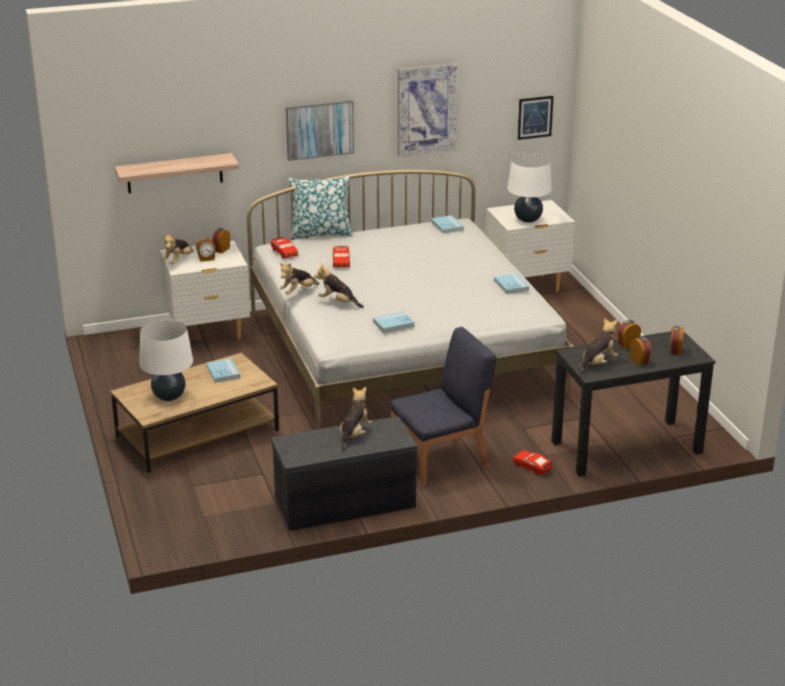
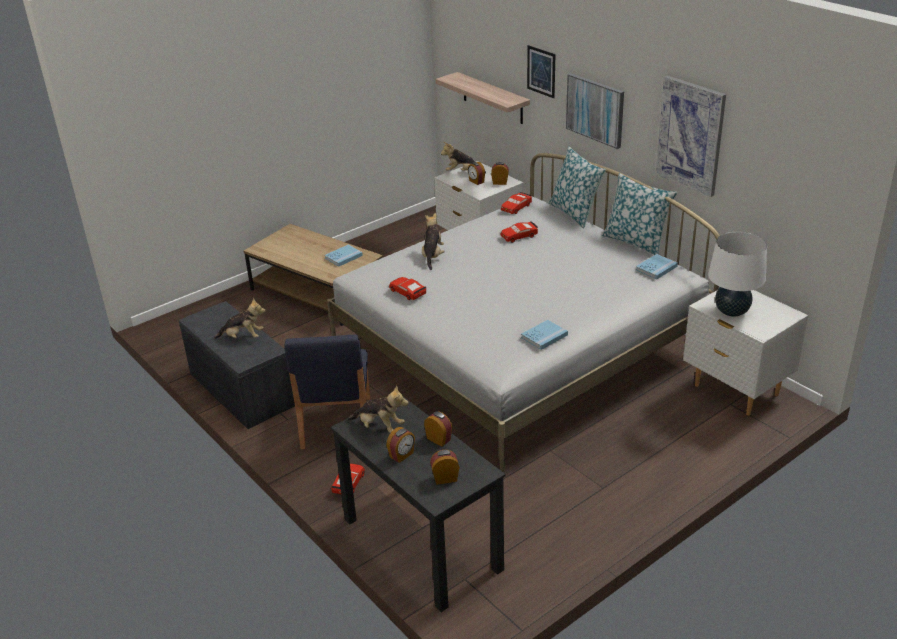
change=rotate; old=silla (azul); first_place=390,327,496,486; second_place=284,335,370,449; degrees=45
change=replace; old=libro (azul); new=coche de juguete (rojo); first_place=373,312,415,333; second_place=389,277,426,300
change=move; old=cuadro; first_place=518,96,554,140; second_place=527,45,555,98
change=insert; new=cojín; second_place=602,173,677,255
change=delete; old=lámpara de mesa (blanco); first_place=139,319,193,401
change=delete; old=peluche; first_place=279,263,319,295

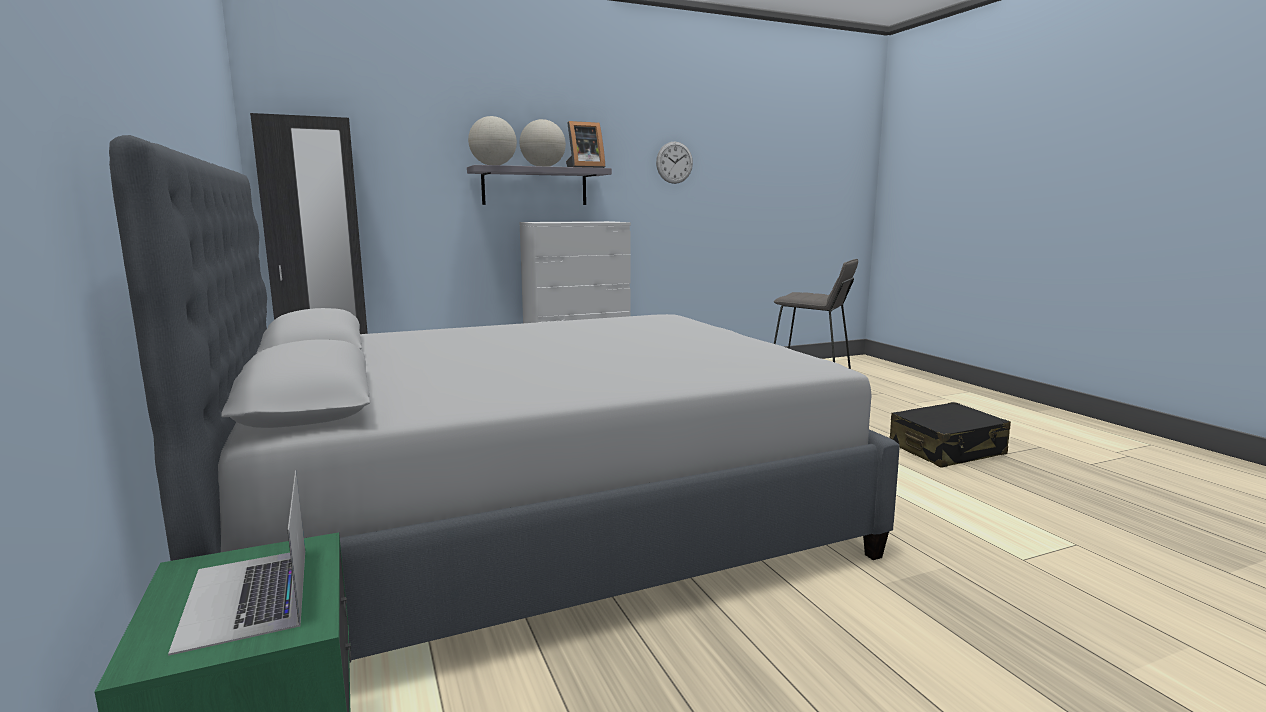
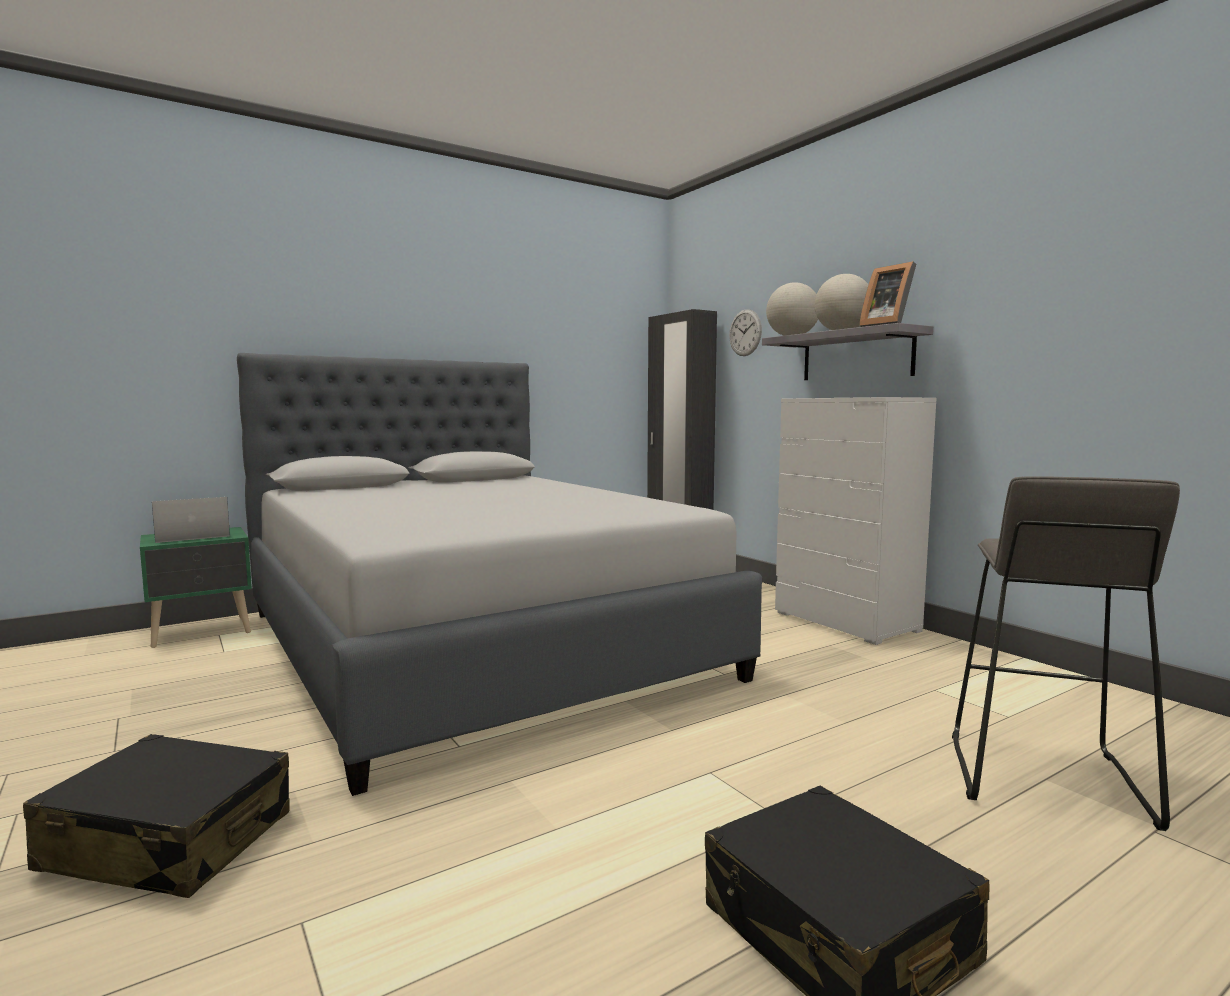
change=insert; new=maleta (negro); second_place=23,734,290,898
change=move; old=reloj de pared; first_place=656,142,693,184; second_place=729,309,762,356

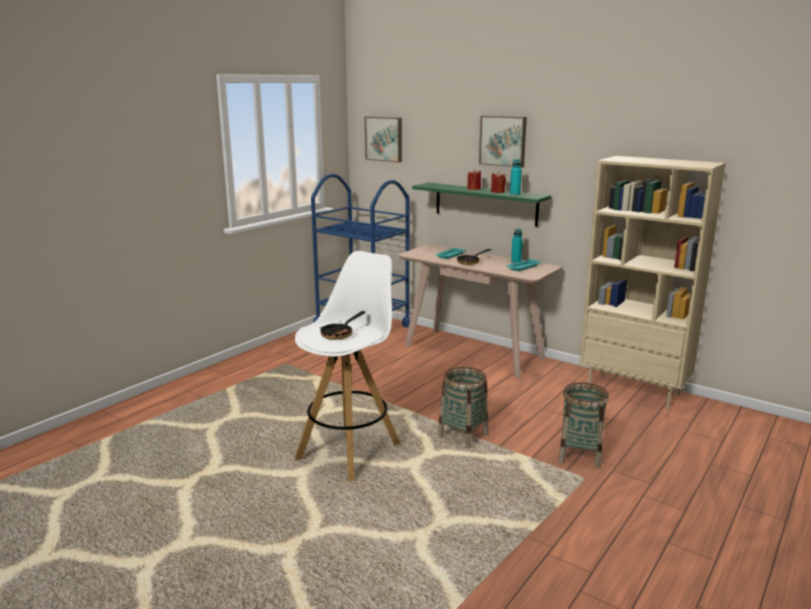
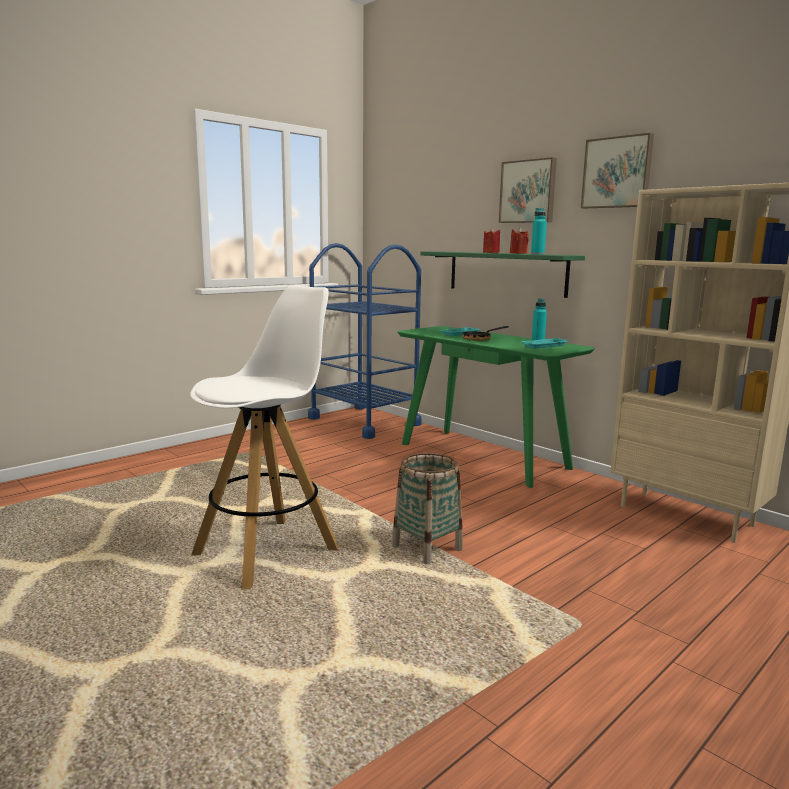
change=recolor; old=mesa consola (beis); new=mesa consola (verde); first_place=398,245,561,378; second_place=397,326,595,488
change=move; old=cuadro; first_place=365,117,402,163; second_place=581,133,654,208
change=delete; old=sartén; first_place=320,311,365,340
change=delete; old=cesta; first_place=558,382,609,468

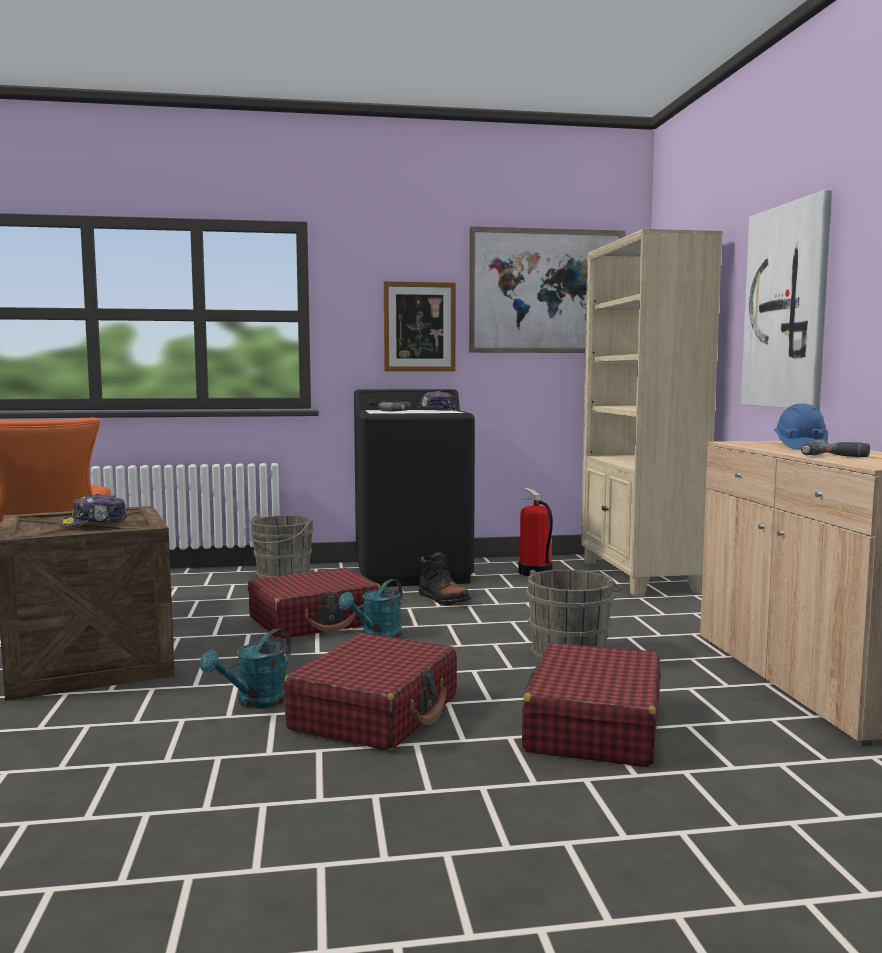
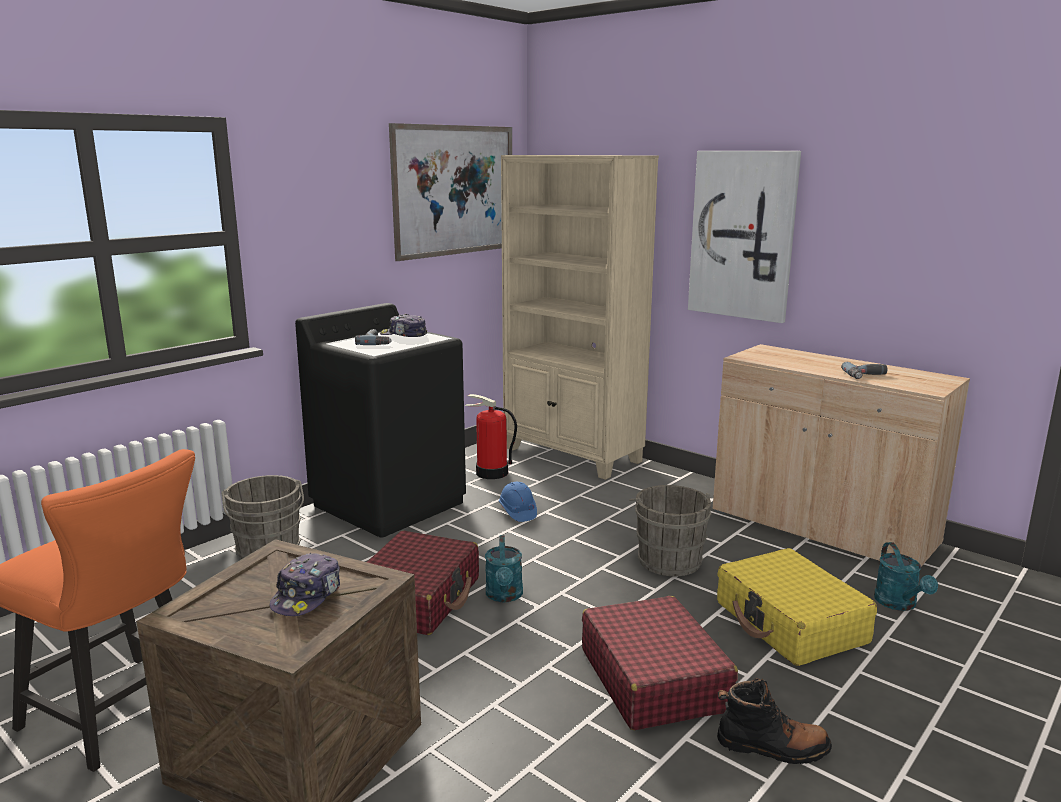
change=move; old=casco (azul); first_place=774,404,828,449; second_place=499,482,537,522
change=recolor; old=maleta (rojo); new=maleta (amarillo); first_place=522,643,661,767; second_place=717,548,877,666
change=move; old=bota (negro); first_place=418,552,471,605; second_place=717,678,832,764
change=move; old=regadera (turquesa); first_place=200,629,291,709; second_place=874,542,938,611
change=delete; old=cuadro; first_place=384,281,456,371

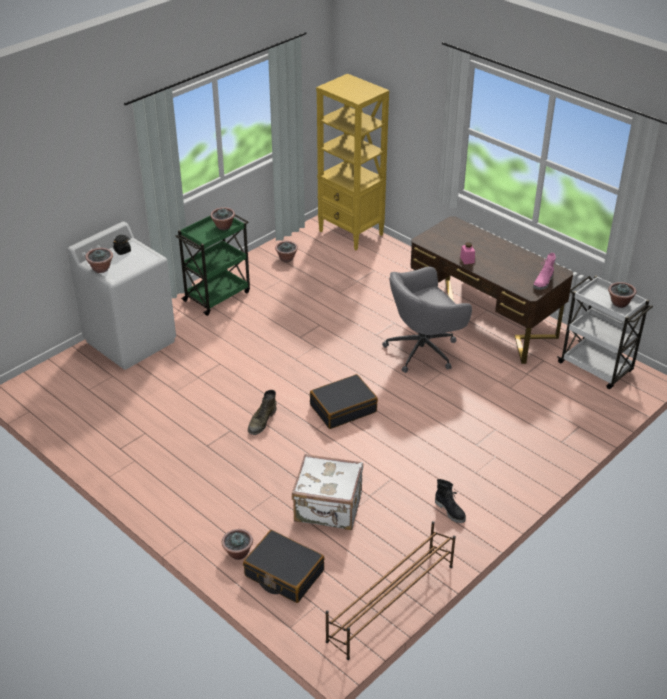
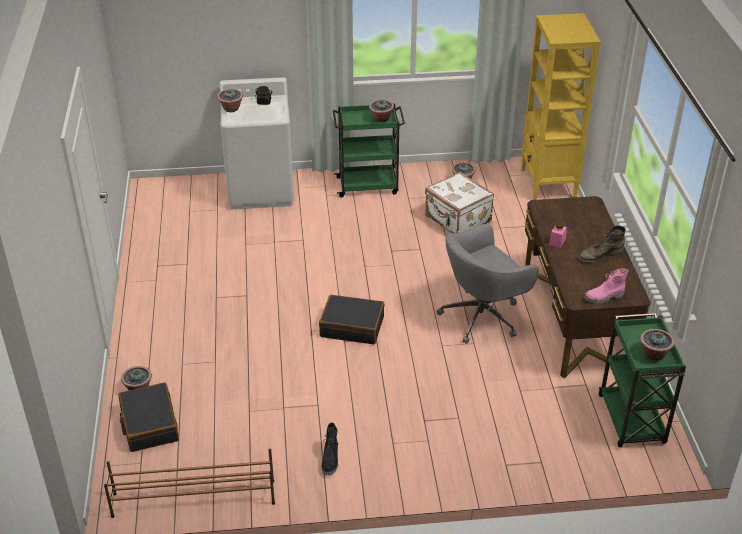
change=move; old=maleta (blanco); first_place=292,454,363,530; second_place=425,172,494,233
change=rotate; old=silla de oficina (gris); first_place=382,266,472,373; second_place=436,224,539,344; degrees=-45
change=move; old=bota (verde); first_place=248,390,276,435; second_place=578,226,626,263
change=recolor; old=carrito (blanco); new=carrito (verde); first_place=557,276,653,389; second_place=599,313,686,447

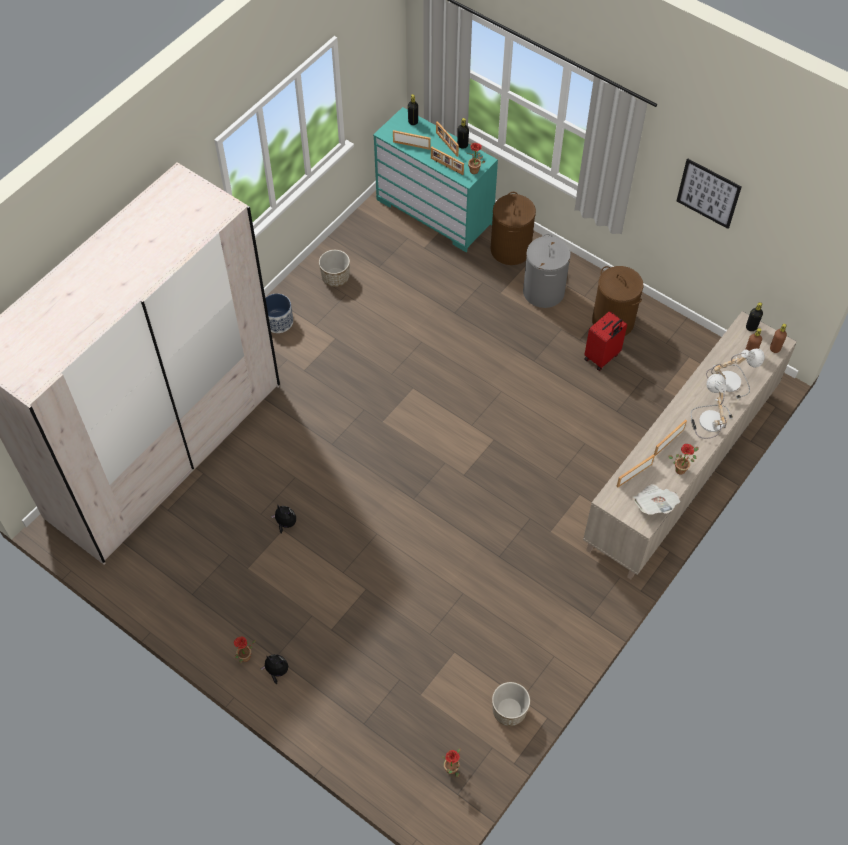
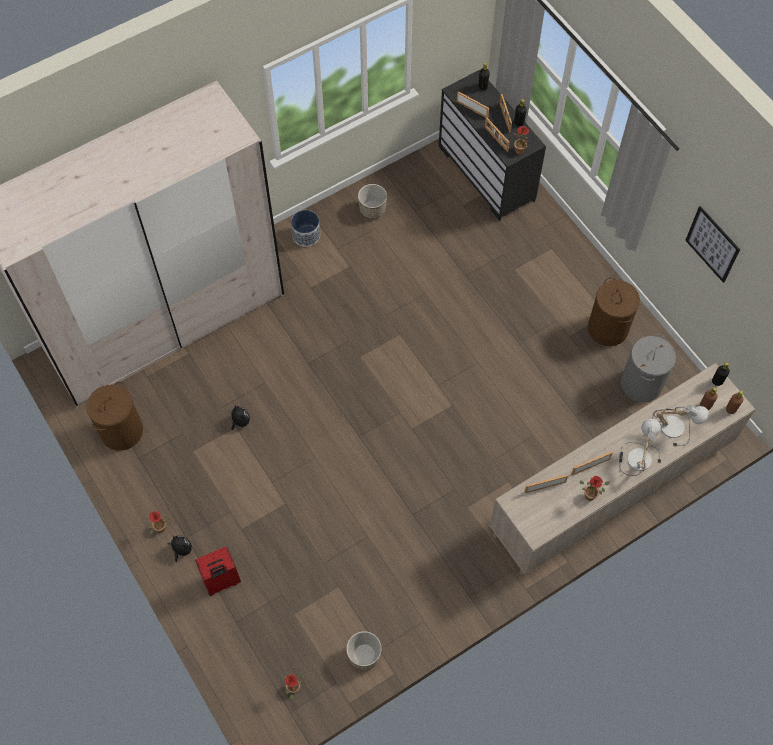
change=move; old=cesto de la ropa (marrón); first_place=491,192,536,265; second_place=86,382,143,451
change=move; old=maleta (rojo); first_place=584,311,627,371; second_place=195,546,241,596
change=recolor; old=cómoda (turquesa); new=cómoda (negro); first_place=373,107,498,252; second_place=439,70,546,221
change=move; old=cesto de la ropa (gris); first_place=523,234,571,308; second_place=621,334,676,402
change=delete; old=periódico; first_place=633,484,680,515

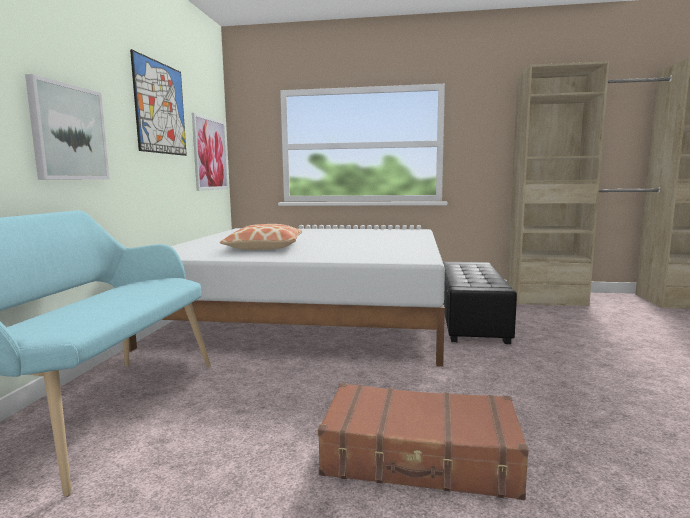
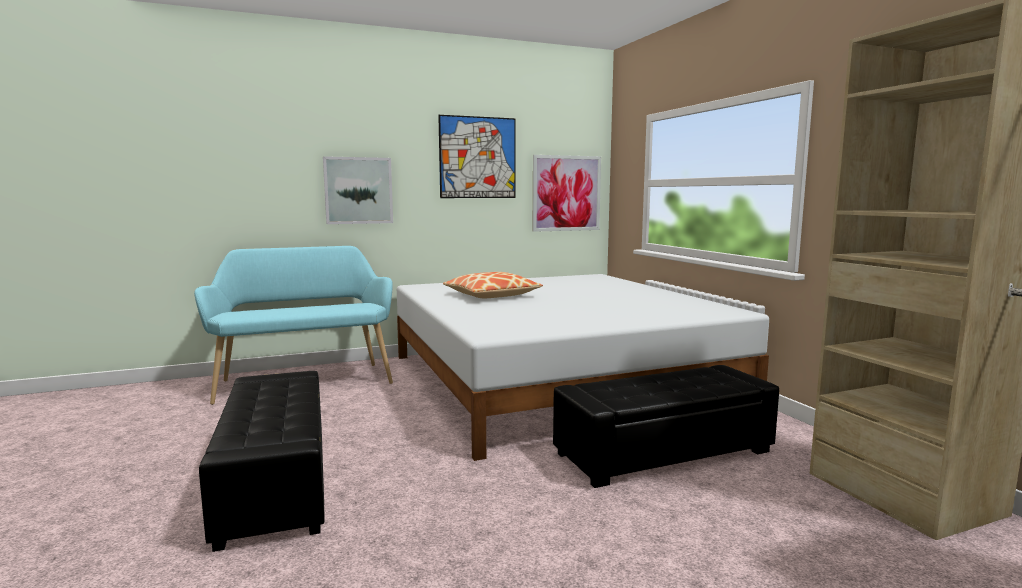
change=replace; old=maleta (marrón); new=puf (negro); first_place=318,383,529,500; second_place=199,371,324,552

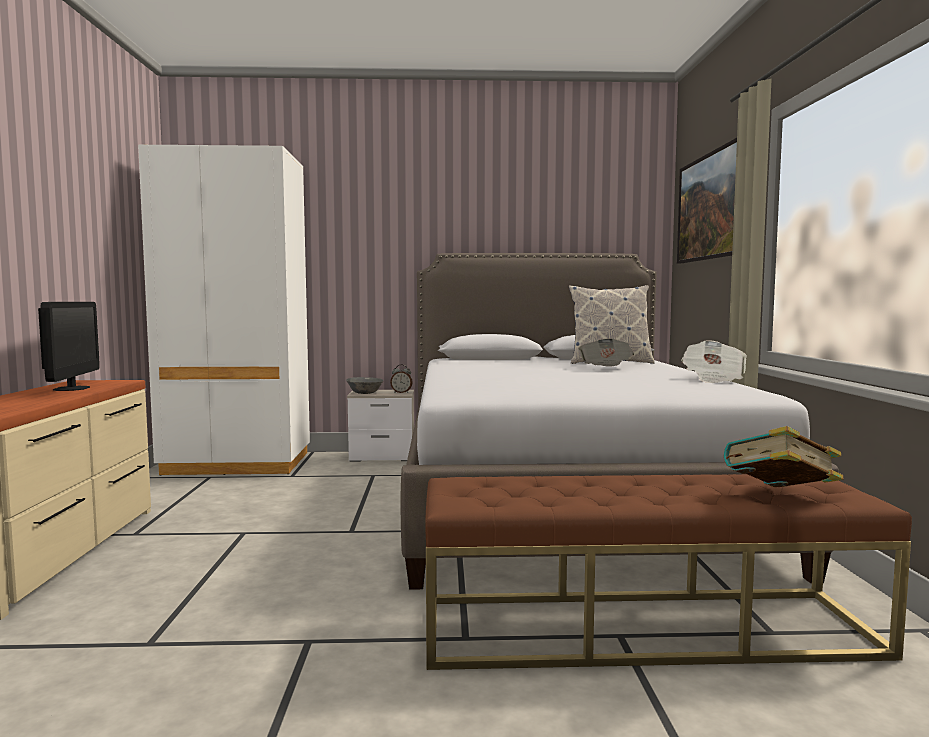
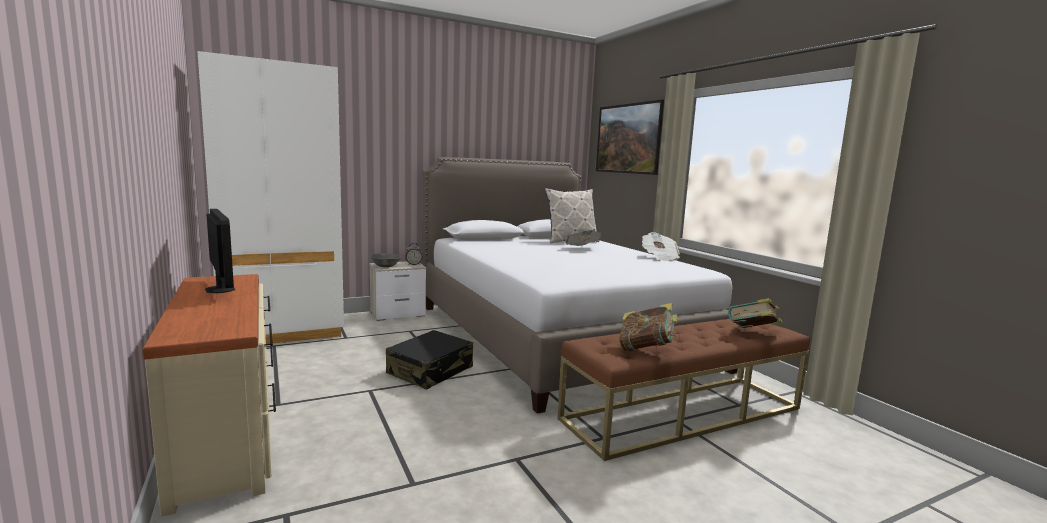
change=insert; new=maleta (negro); second_place=386,330,473,390
change=insert; new=libro; second_place=619,303,678,351

